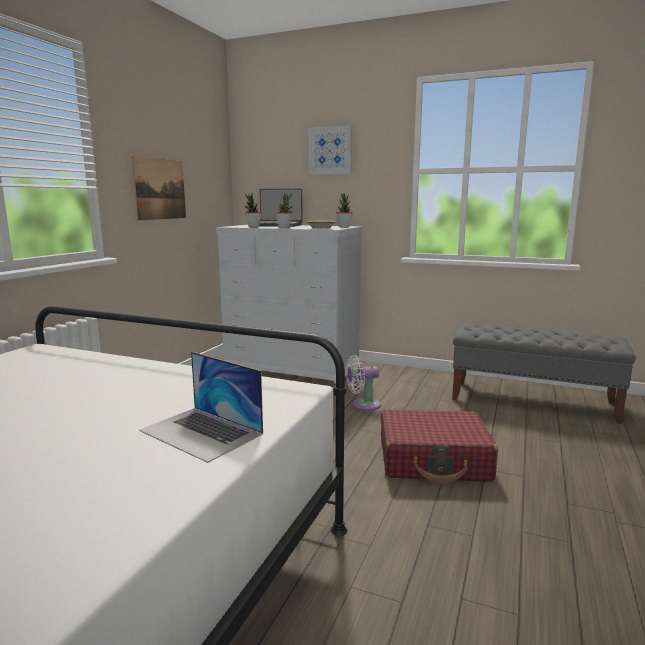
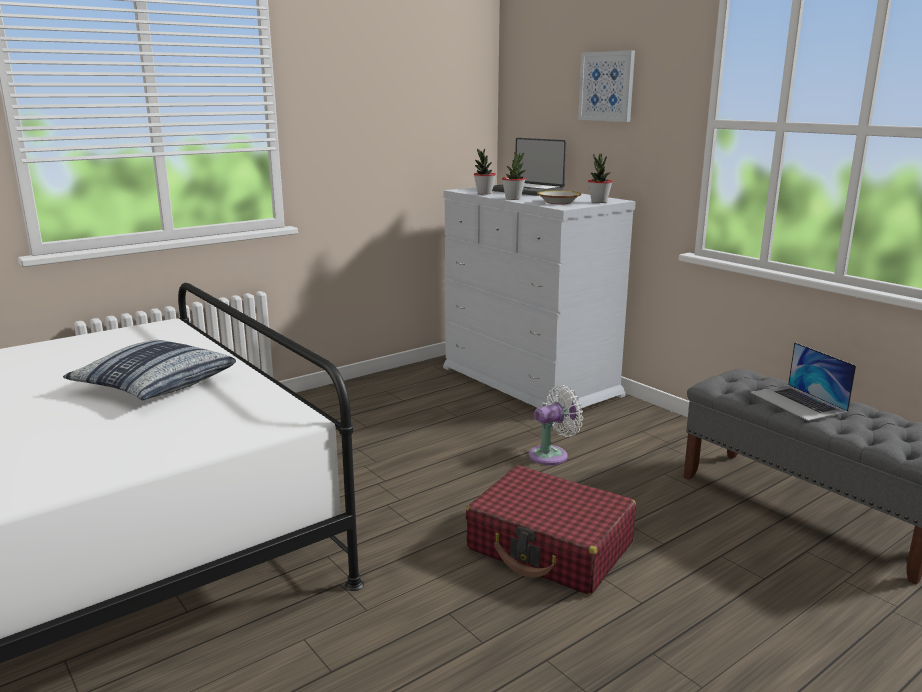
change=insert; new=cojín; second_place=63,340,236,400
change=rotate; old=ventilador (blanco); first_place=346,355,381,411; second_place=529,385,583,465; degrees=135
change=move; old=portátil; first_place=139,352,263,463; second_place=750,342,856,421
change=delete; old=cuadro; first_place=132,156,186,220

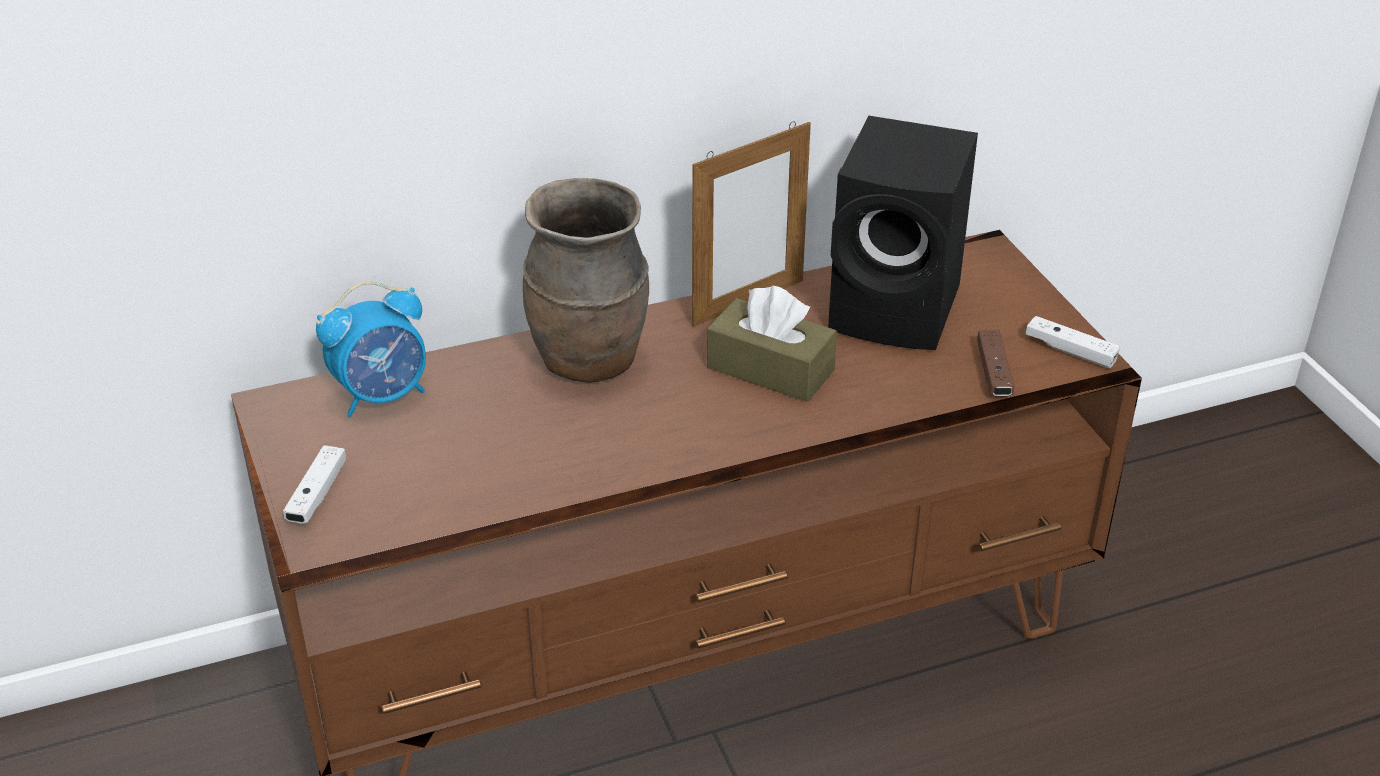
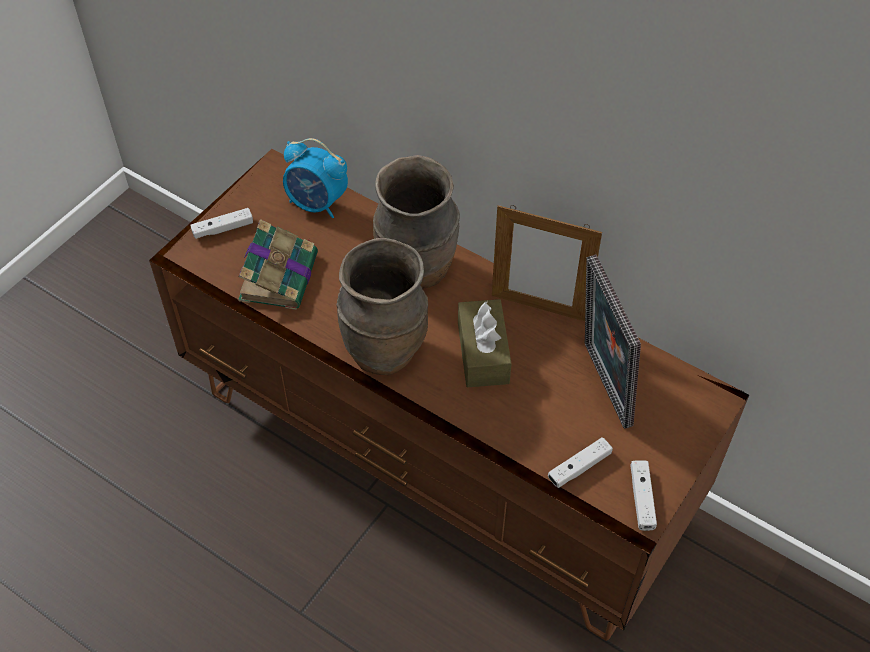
change=insert; new=libro; second_place=238,219,318,310
change=insert; new=florero (marrón); second_place=336,238,428,375
change=recolor; old=mando de consola (marrón); new=mando de consola (blanco); first_place=977,330,1014,396; second_place=548,437,613,488
change=replace; old=altavoz (negro); new=portarretratos; first_place=828,116,978,350; second_place=585,255,641,429

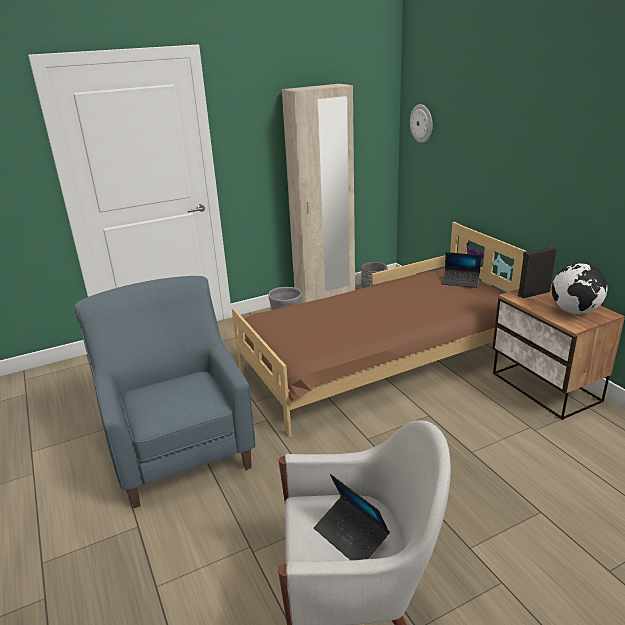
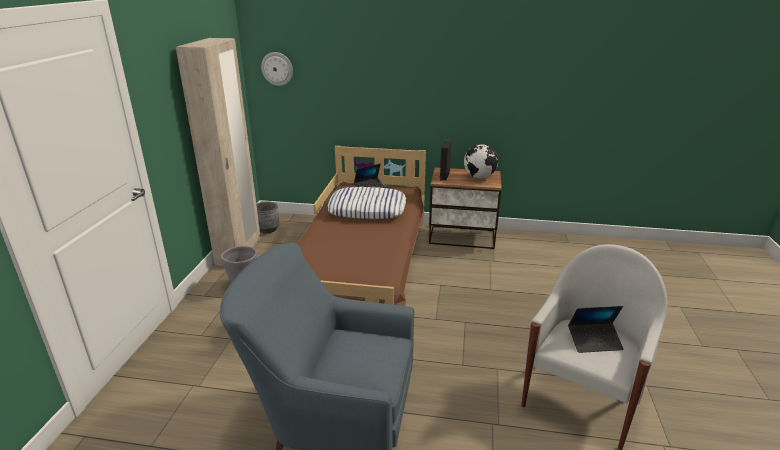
change=insert; new=cojín; second_place=328,187,406,219

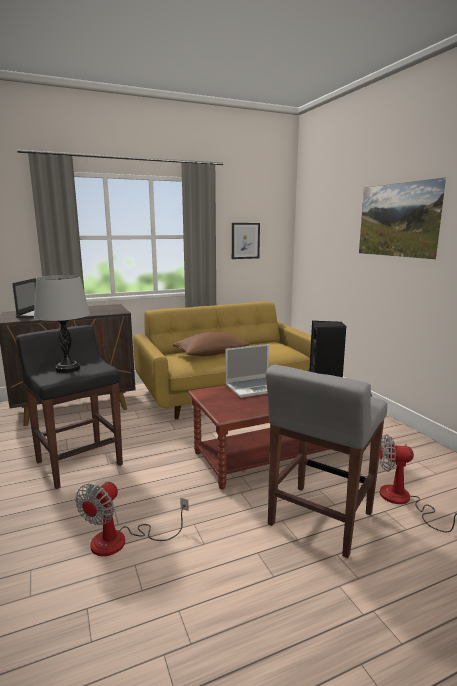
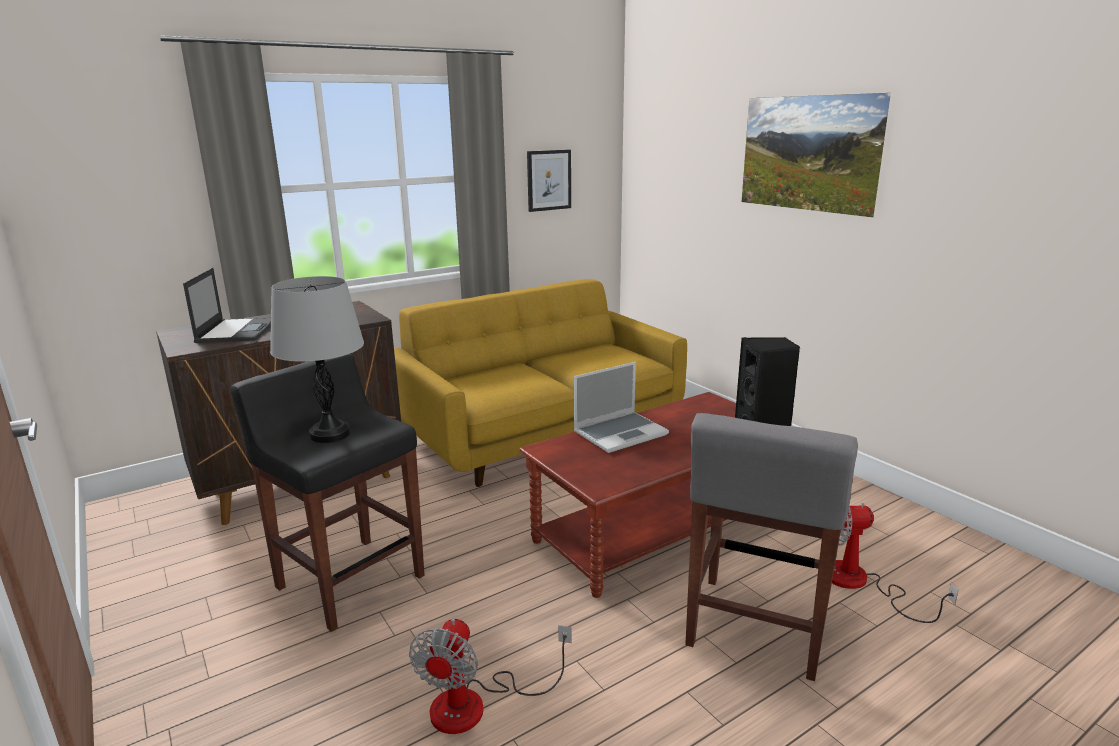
change=delete; old=cojín (marrón); first_place=173,331,250,356

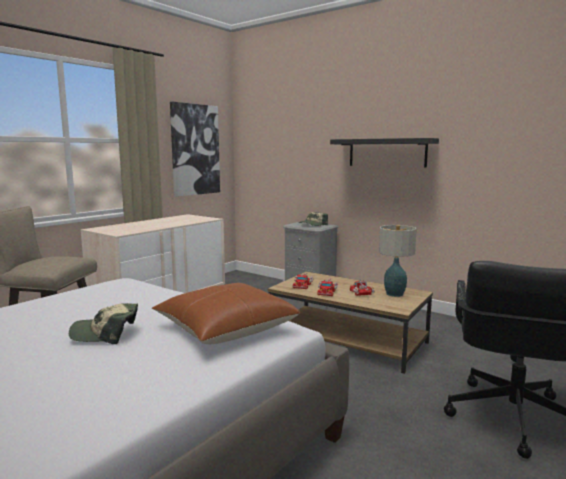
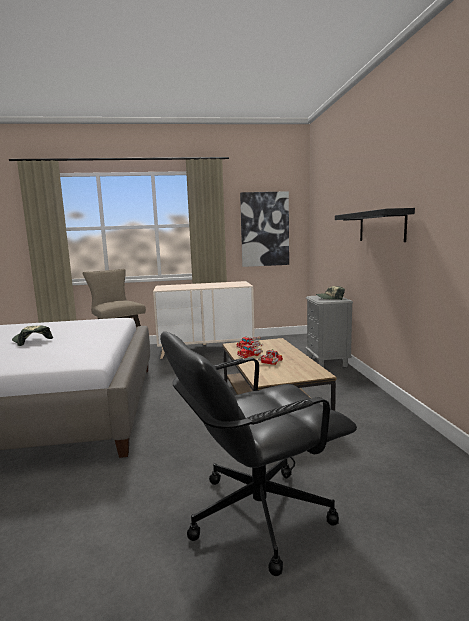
change=delete; old=cojín (marrón); first_place=152,283,301,344
change=delete; old=lámpara de mesa; first_place=379,225,417,297

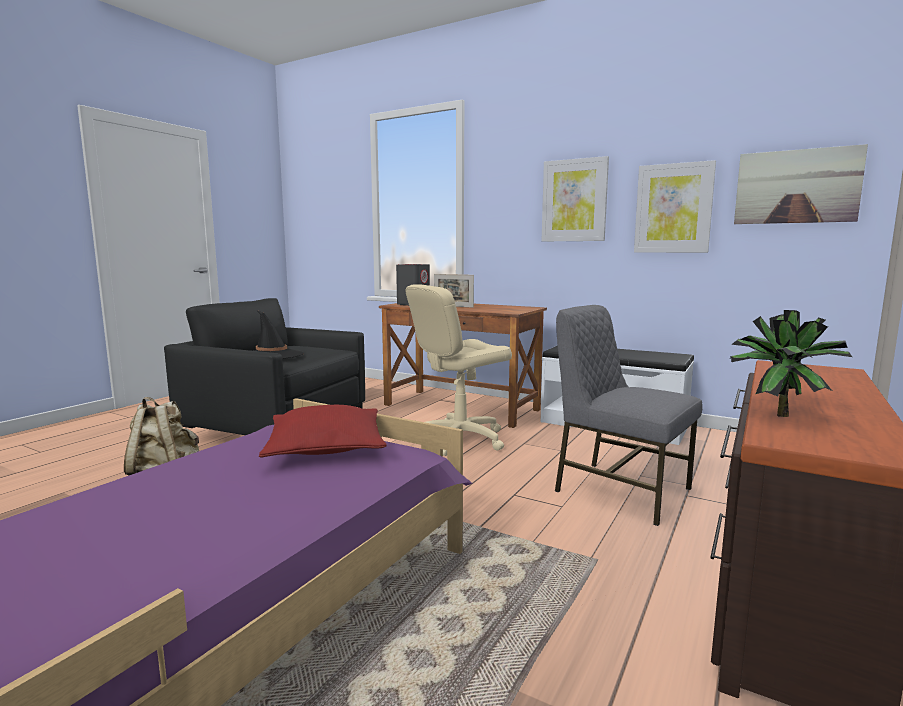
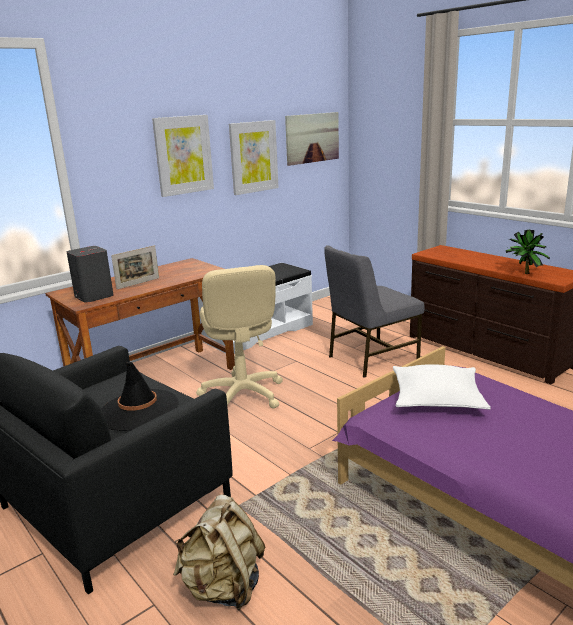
change=recolor; old=cojín (rojo); new=cojín (blanco); first_place=259,405,387,457; second_place=393,364,491,410

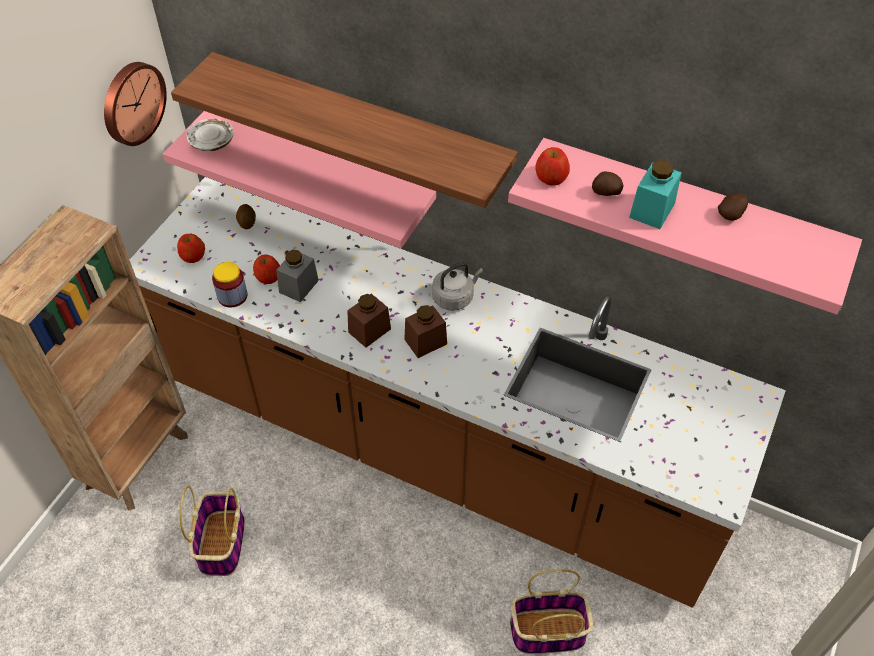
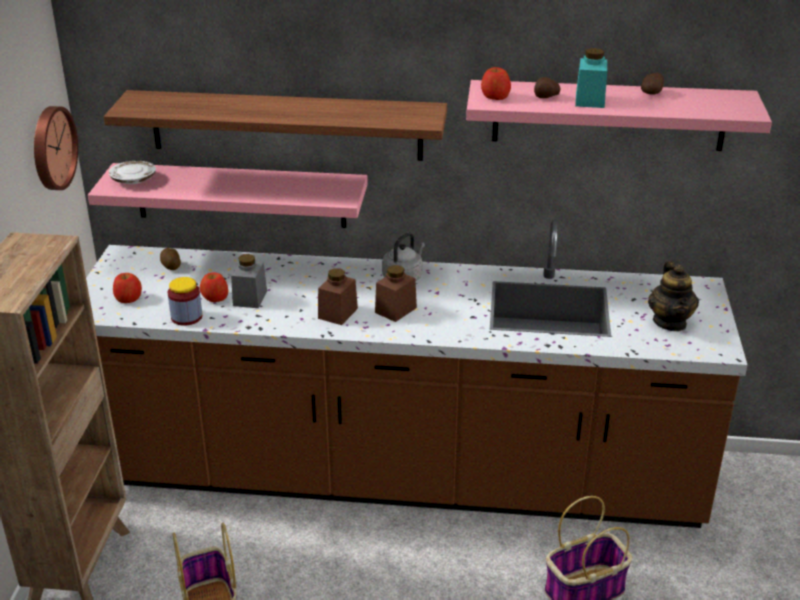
change=insert; new=tetera; second_place=648,261,699,331

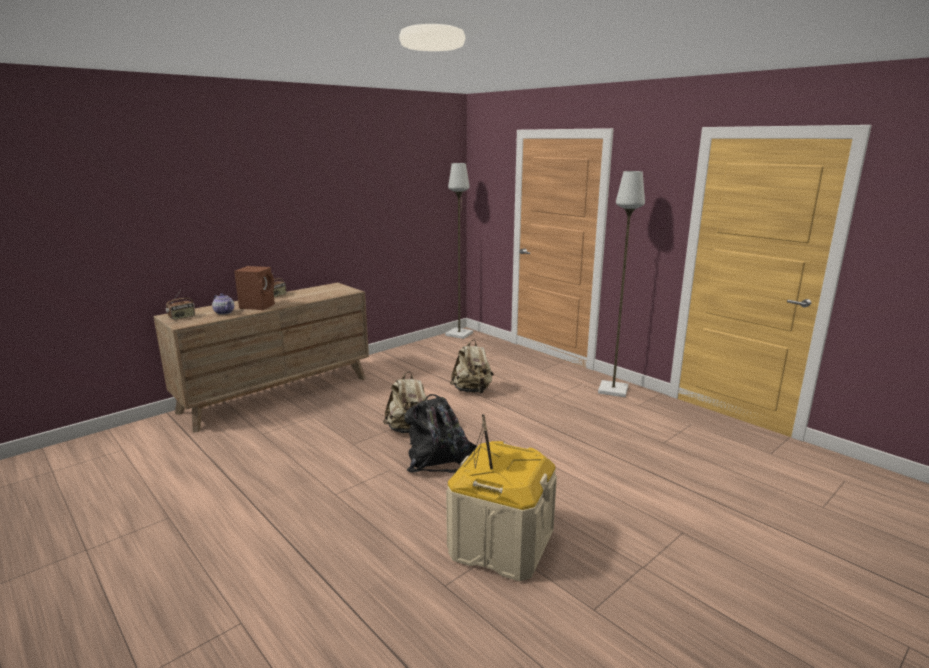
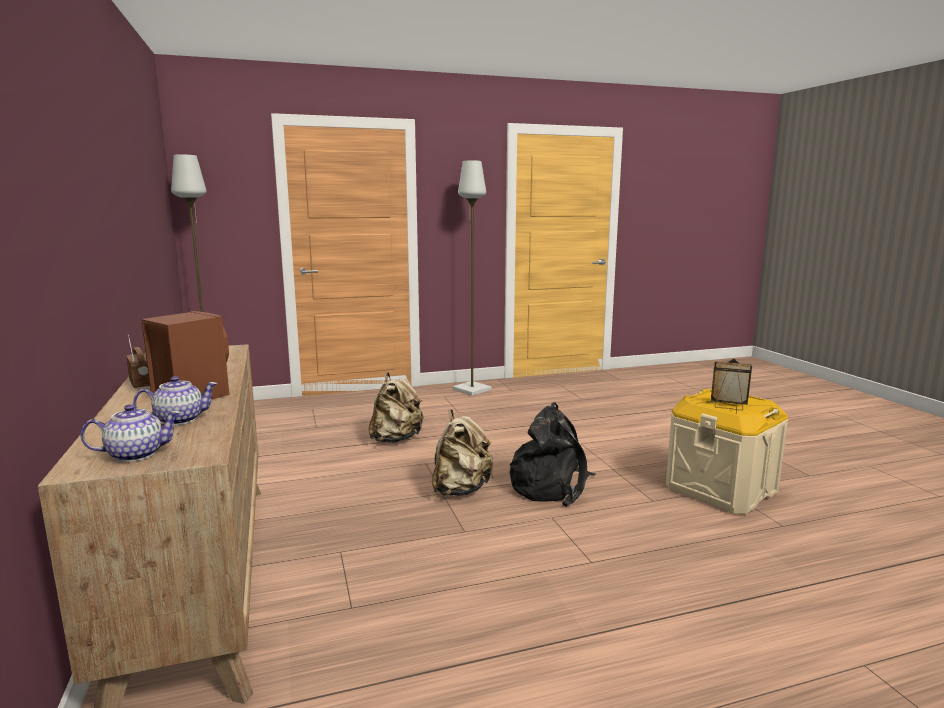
change=replace; old=radio; new=tetera; first_place=166,290,195,320; second_place=80,404,181,462

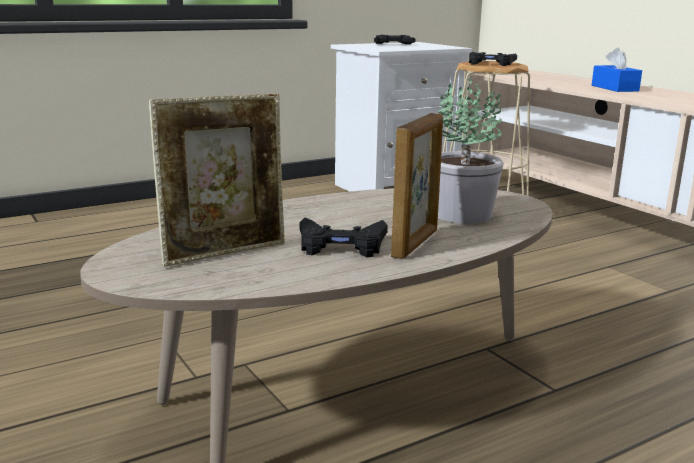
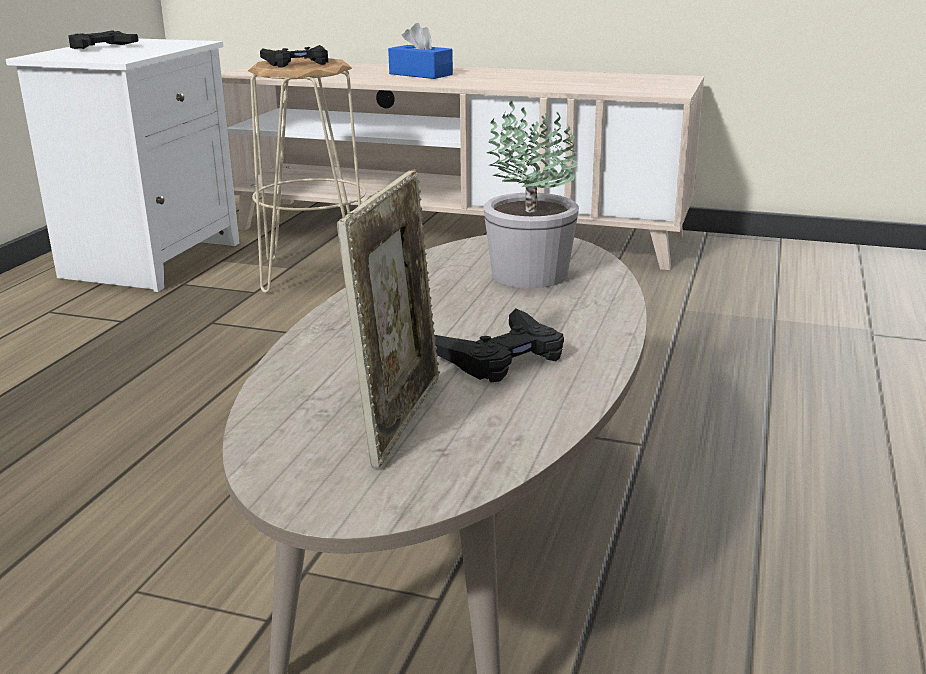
change=delete; old=portarretratos; first_place=391,113,443,259

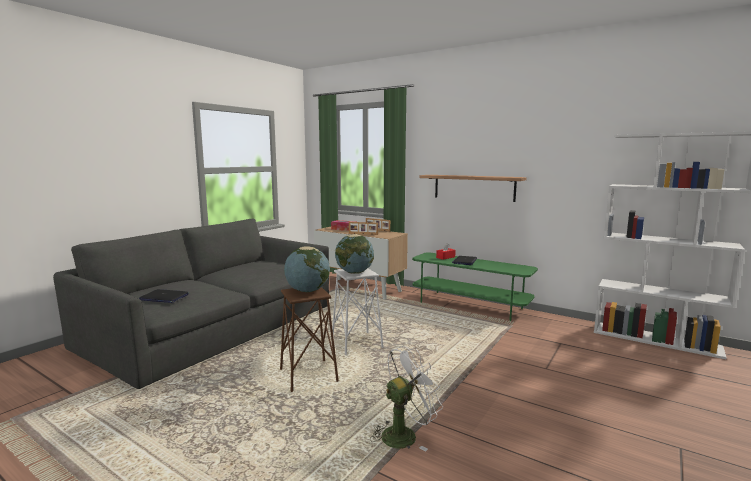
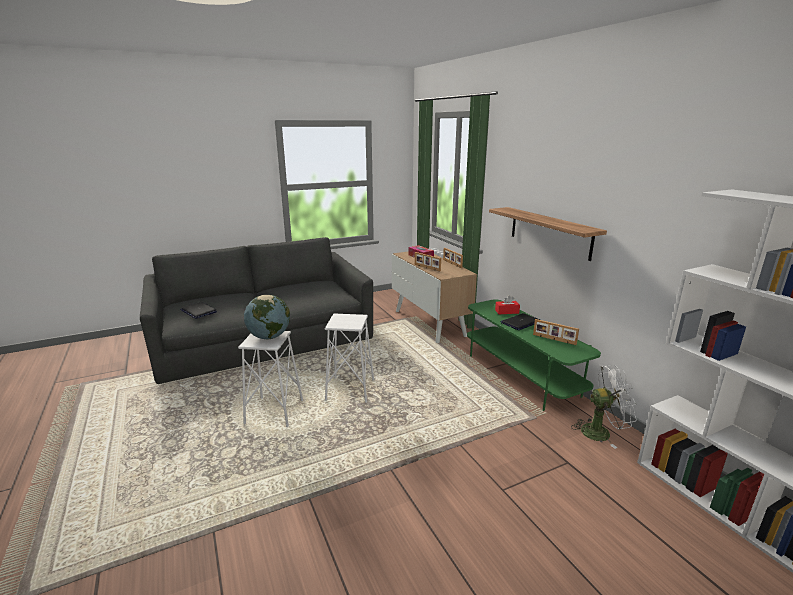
change=recolor; old=taburete (marrón); new=taburete (blanco); first_place=280,287,339,392; second_place=238,331,303,427
change=insert; new=portarretratos; second_place=533,319,579,345
change=move; old=ventilador (blanco); first_place=370,346,443,452; second_place=571,365,637,449
change=delete; old=globo terráqueo; first_place=335,234,374,274

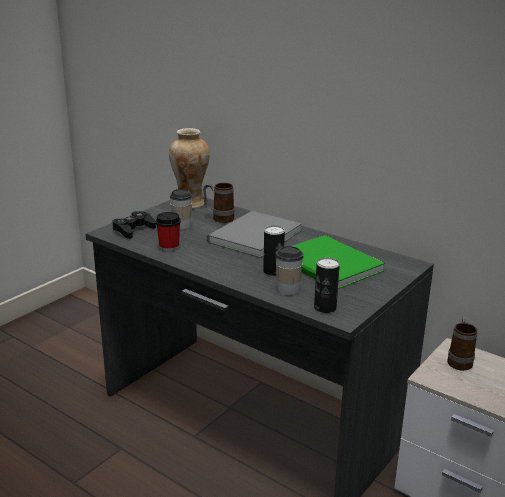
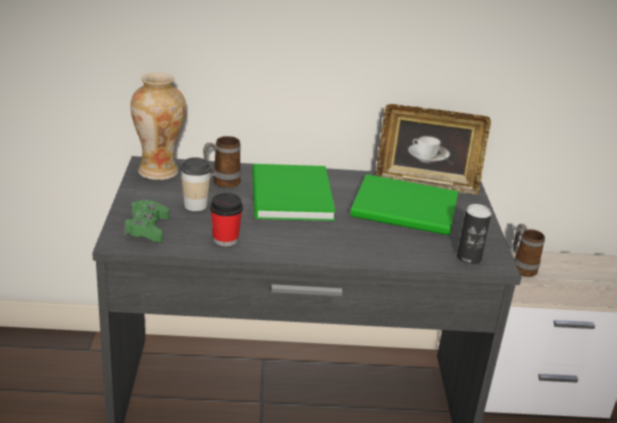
change=recolor; old=mando de consola (negro); new=mando de consola (verde); first_place=113,211,156,239; second_place=124,200,169,243
change=recolor; old=libro (gris); new=libro (verde); first_place=207,211,302,258; second_place=252,164,336,221
change=insert; new=portarretratos; second_place=376,104,491,195
change=delete; old=lata; first_place=263,226,285,276
change=delete; old=taza; first_place=275,246,304,295

